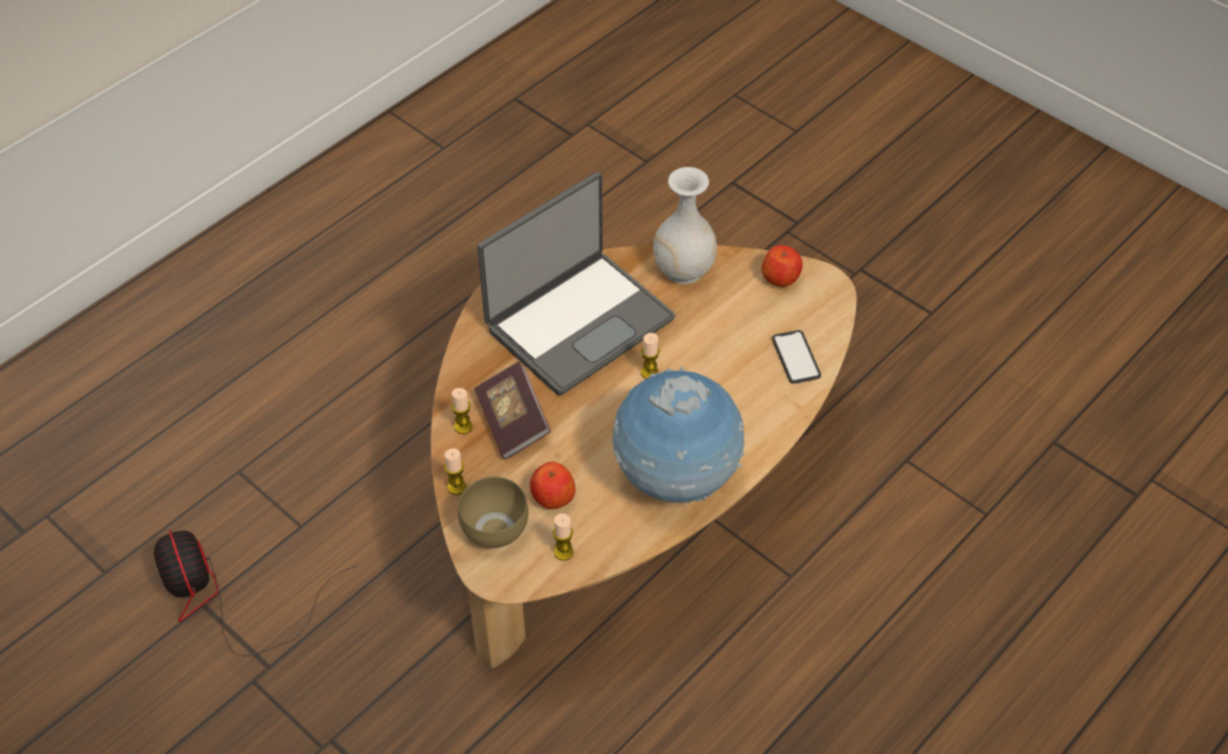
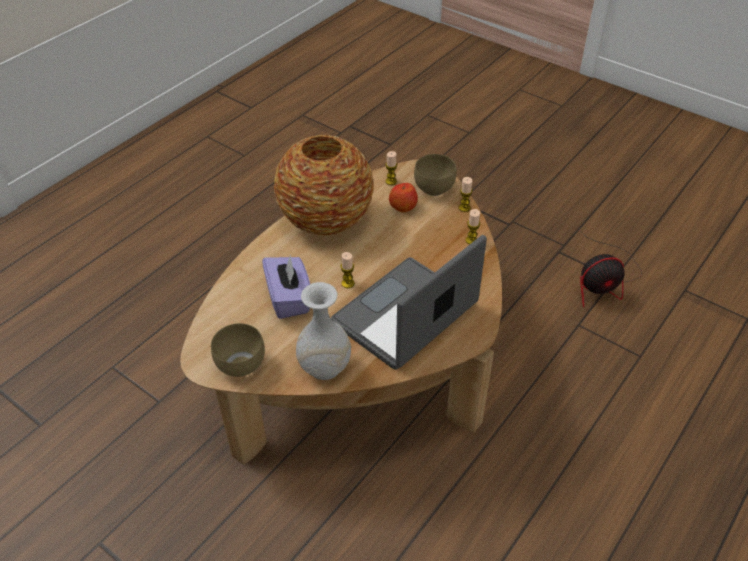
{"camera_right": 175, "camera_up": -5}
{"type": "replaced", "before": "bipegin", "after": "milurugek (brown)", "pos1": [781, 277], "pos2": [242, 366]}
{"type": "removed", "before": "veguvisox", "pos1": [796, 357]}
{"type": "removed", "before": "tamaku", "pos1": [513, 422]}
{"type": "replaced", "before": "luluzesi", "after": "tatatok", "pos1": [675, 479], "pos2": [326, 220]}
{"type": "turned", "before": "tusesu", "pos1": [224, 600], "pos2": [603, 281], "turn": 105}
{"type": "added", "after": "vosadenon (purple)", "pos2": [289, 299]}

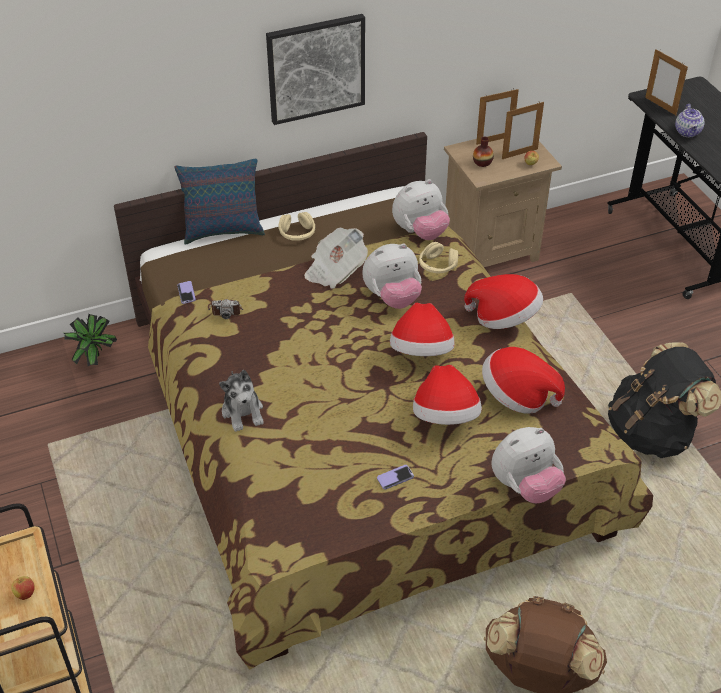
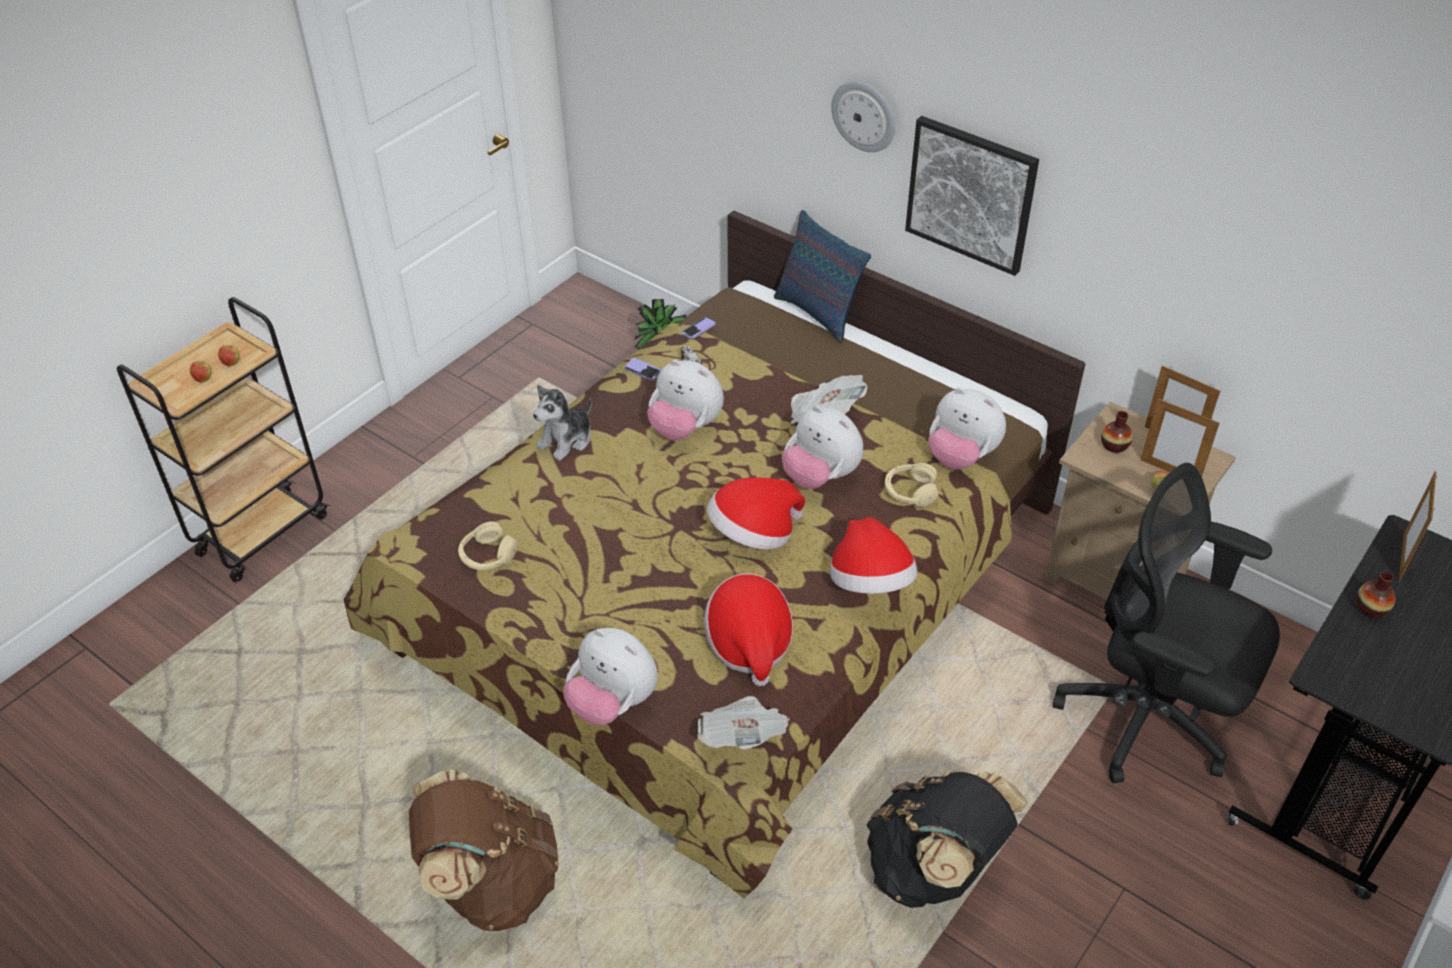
{"camera_right": 60, "camera_up": 0}
{"type": "replaced", "before": "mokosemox", "after": "tatatok", "pos1": [688, 132], "pos2": [1370, 608]}
{"type": "moved", "before": "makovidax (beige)", "pos1": [297, 233], "pos2": [487, 556]}
{"type": "removed", "before": "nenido", "pos1": [445, 417]}
{"type": "moved", "before": "veguvisox", "pos1": [395, 478], "pos2": [642, 370]}
{"type": "added", "after": "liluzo", "pos2": [864, 115]}
{"type": "added", "after": "bipegin", "pos2": [231, 363]}
{"type": "added", "after": "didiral", "pos2": [685, 428]}
{"type": "added", "after": "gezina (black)", "pos2": [1156, 718]}
{"type": "added", "after": "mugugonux", "pos2": [742, 737]}

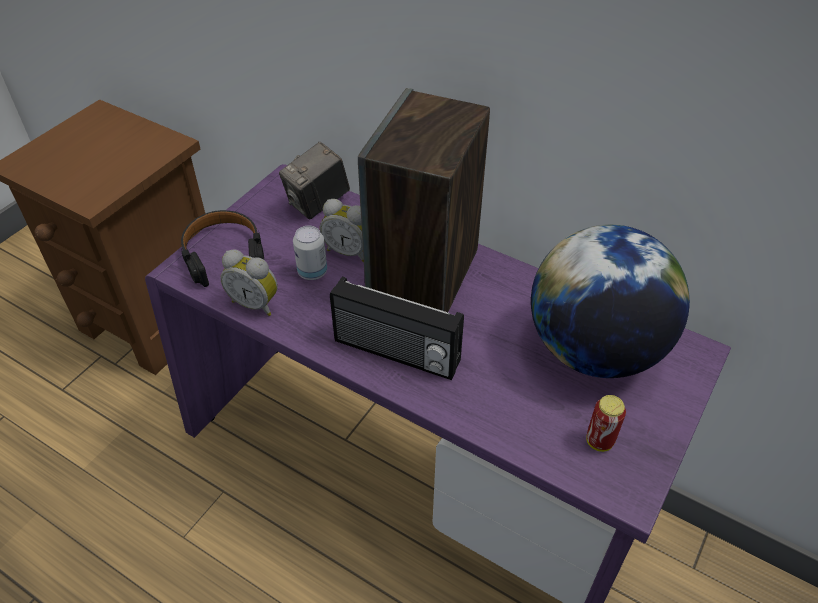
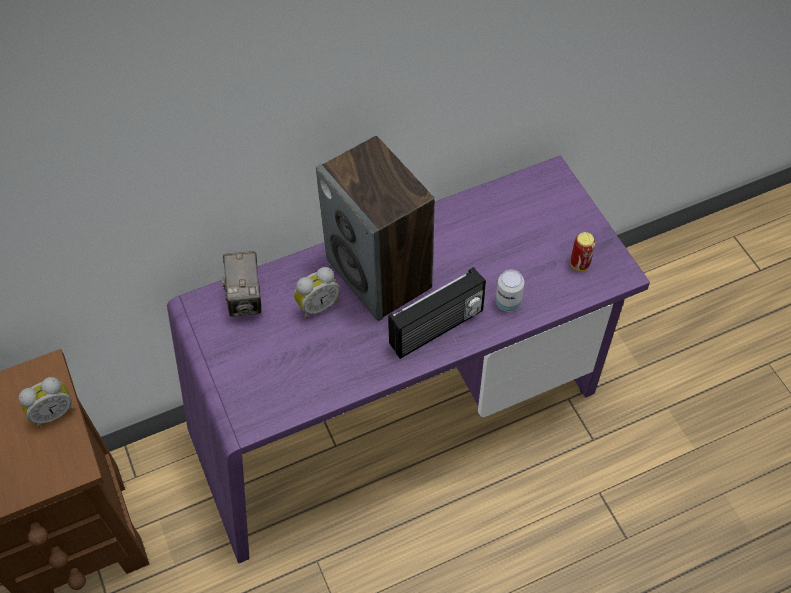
{"camera_right": -55, "camera_up": 10}
{"type": "removed", "before": "makovidax (black)", "pos1": [223, 254]}
{"type": "moved", "before": "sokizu", "pos1": [312, 272], "pos2": [508, 302]}
{"type": "removed", "before": "luluzesi", "pos1": [594, 349]}
{"type": "moved", "before": "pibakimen", "pos1": [256, 303], "pos2": [53, 412]}

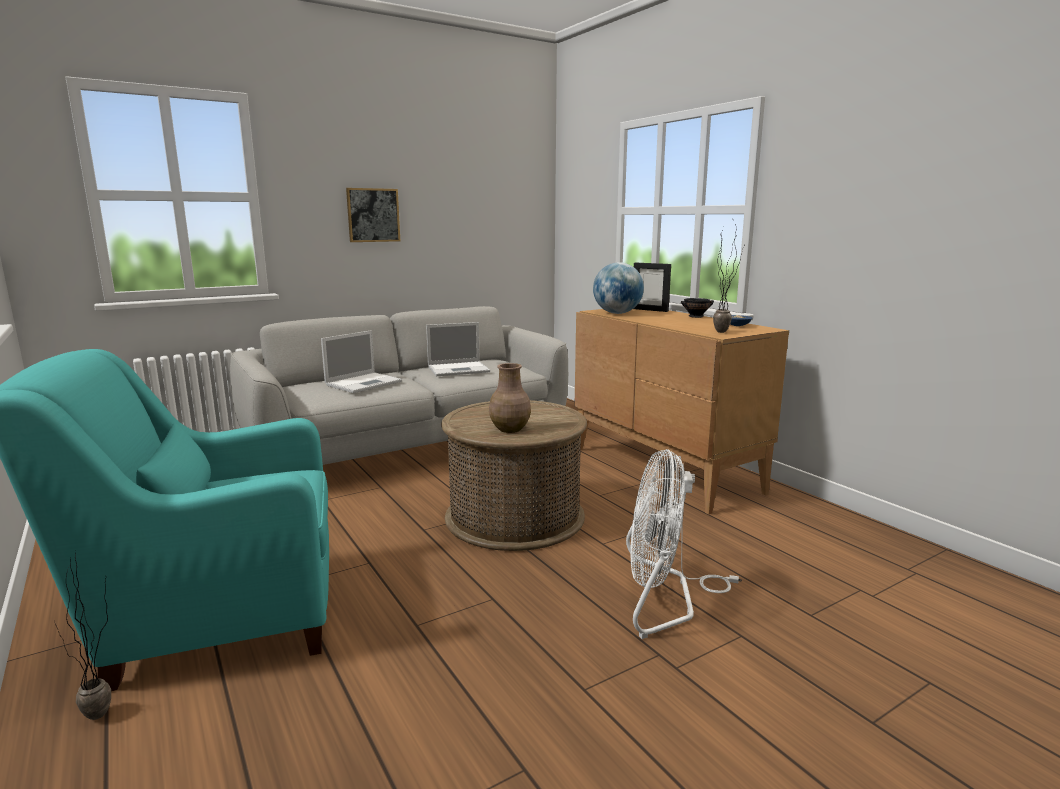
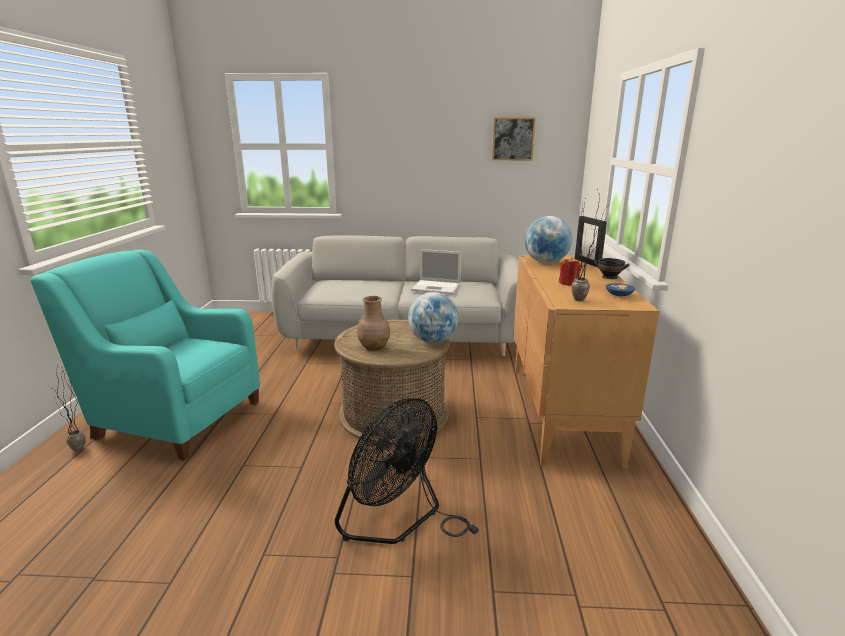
{"camera_right": 35, "camera_up": 5}
{"type": "moved", "before": "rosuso", "pos1": [373, 215], "pos2": [513, 139]}
{"type": "removed", "before": "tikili", "pos1": [364, 383]}
{"type": "recoloured", "before": "tusesu (white)", "after": "tusesu (black)", "pos1": [666, 593], "pos2": [408, 515]}
{"type": "added", "after": "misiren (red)", "pos2": [568, 283]}
{"type": "added", "after": "luluzesi", "pos2": [433, 340]}

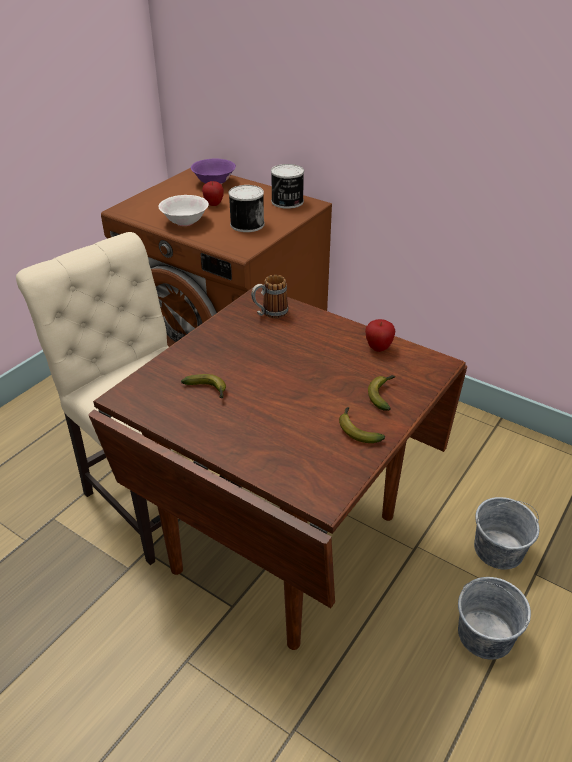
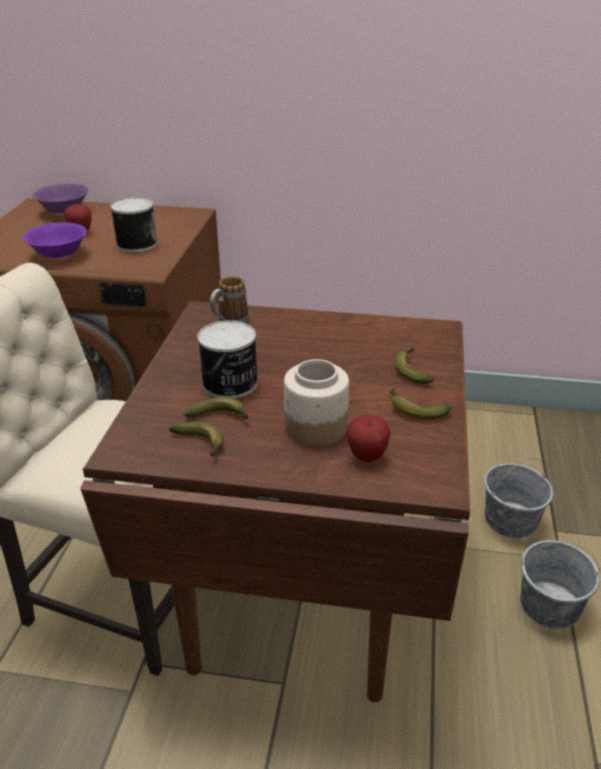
{"camera_right": -25, "camera_up": -5}
{"type": "moved", "before": "sokizu", "pos1": [287, 202], "pos2": [230, 384]}
{"type": "recoloured", "before": "milurugek (white)", "after": "milurugek (purple)", "pos1": [185, 222], "pos2": [58, 255]}
{"type": "moved", "before": "bipegin", "pos1": [378, 348], "pos2": [367, 456]}
{"type": "added", "after": "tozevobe", "pos2": [315, 428]}
{"type": "added", "after": "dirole", "pos2": [201, 444]}

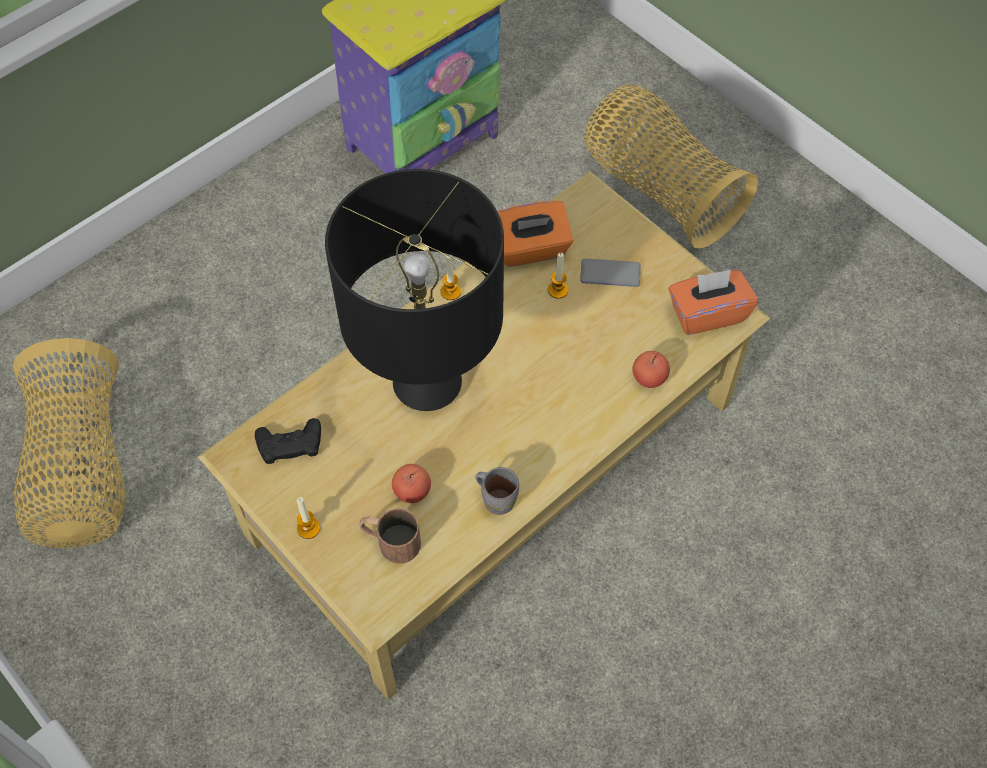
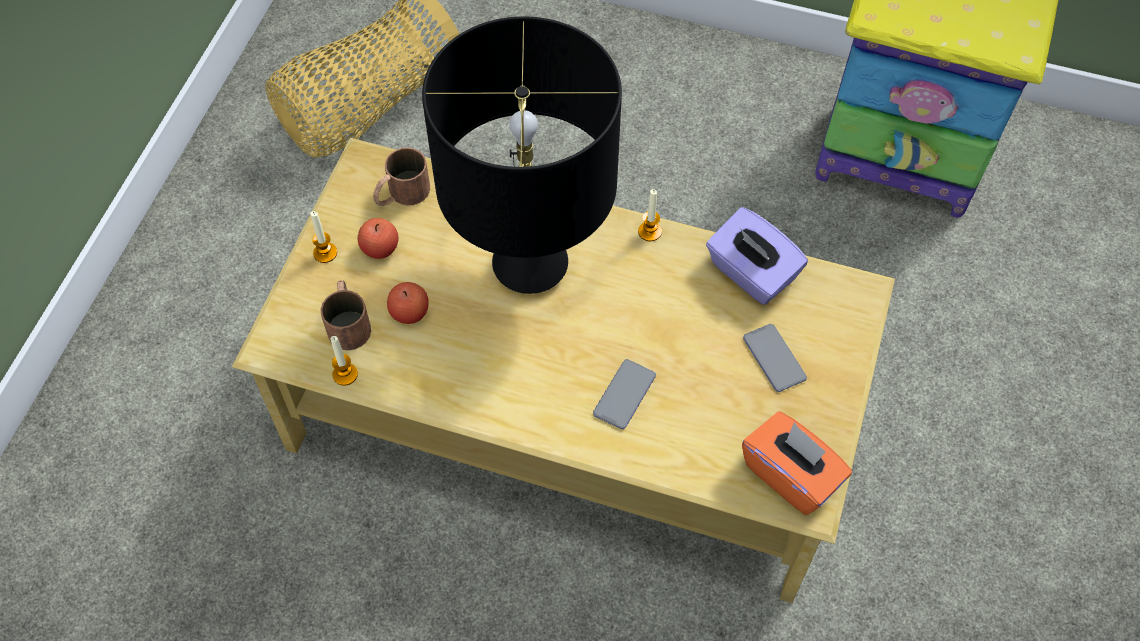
{"camera_right": 60, "camera_up": 0}
{"type": "removed", "before": "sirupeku", "pos1": [660, 190]}
{"type": "recoloured", "before": "vosadenon (orange)", "after": "vosadenon (purple)", "pos1": [531, 249], "pos2": [751, 273]}
{"type": "moved", "before": "misiren", "pos1": [558, 290], "pos2": [345, 374]}
{"type": "moved", "before": "bipegin", "pos1": [649, 378], "pos2": [380, 248]}
{"type": "replaced", "before": "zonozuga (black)", "after": "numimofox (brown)", "pos1": [290, 444], "pos2": [401, 194]}
{"type": "removed", "before": "numimofox (grey)", "pos1": [498, 499]}
{"type": "added", "after": "veguvisox", "pos2": [624, 395]}

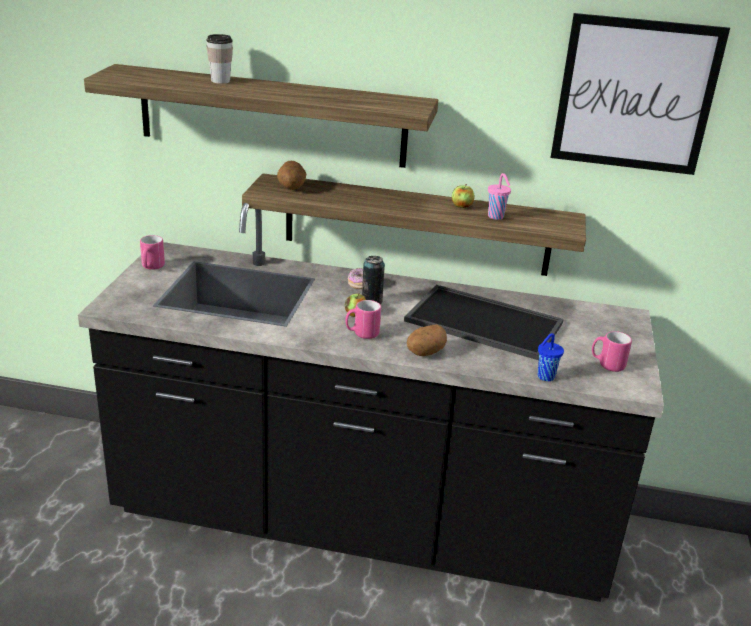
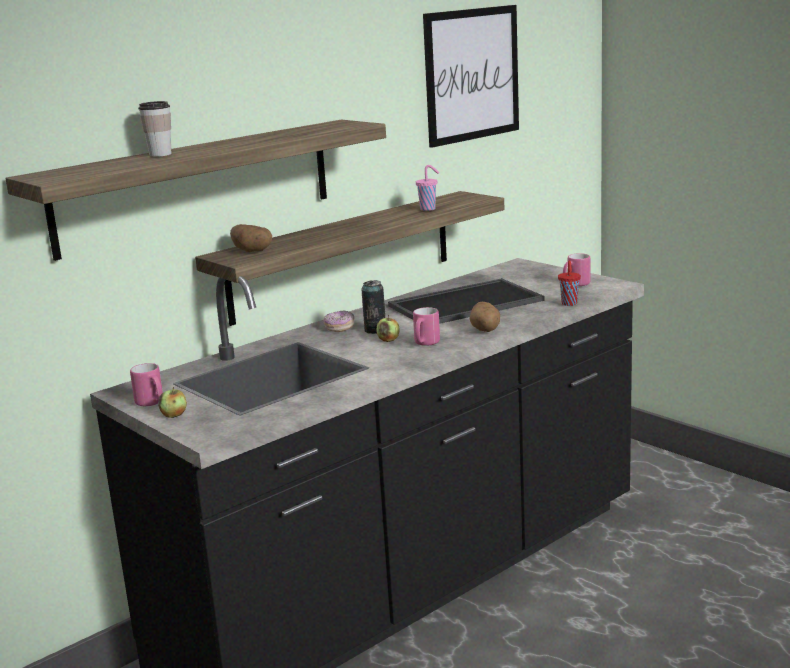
{"camera_right": -50, "camera_up": -10}
{"type": "moved", "before": "bipegin", "pos1": [461, 206], "pos2": [174, 415]}
{"type": "recoloured", "before": "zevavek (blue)", "after": "zevavek (red)", "pos1": [545, 377], "pos2": [569, 304]}

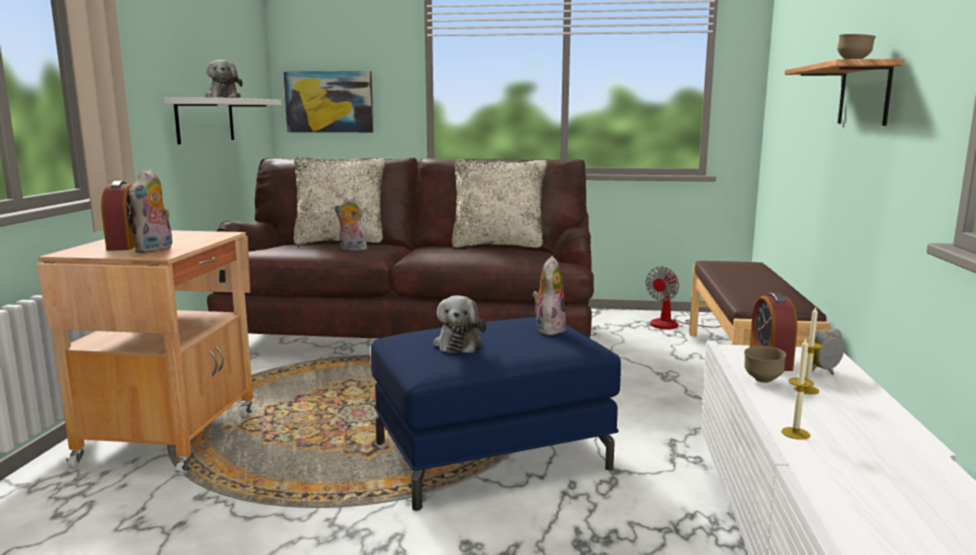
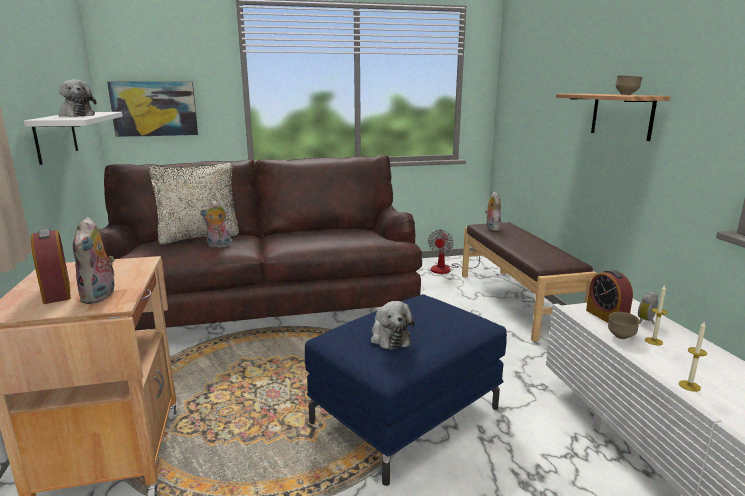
{"camera_right": -20, "camera_up": 5}
{"type": "removed", "before": "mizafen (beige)", "pos1": [499, 247]}
{"type": "moved", "before": "didiral", "pos1": [548, 329], "pos2": [491, 228]}

